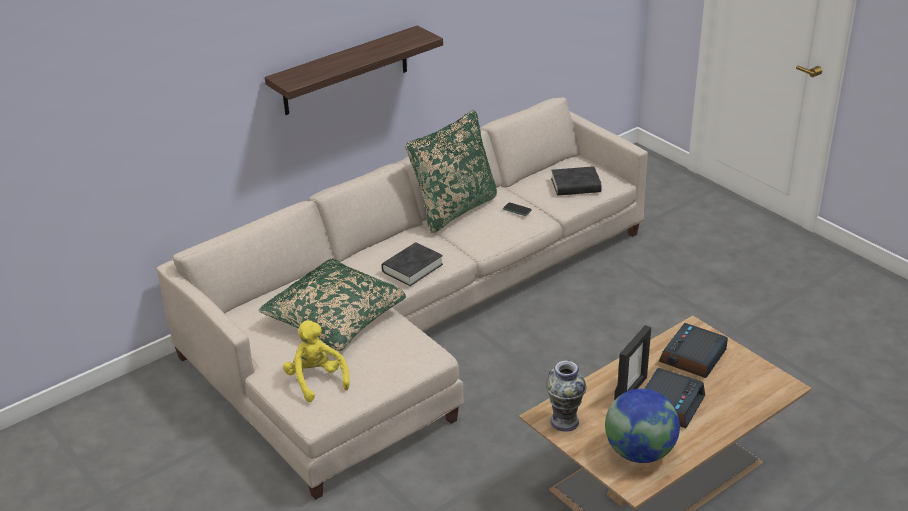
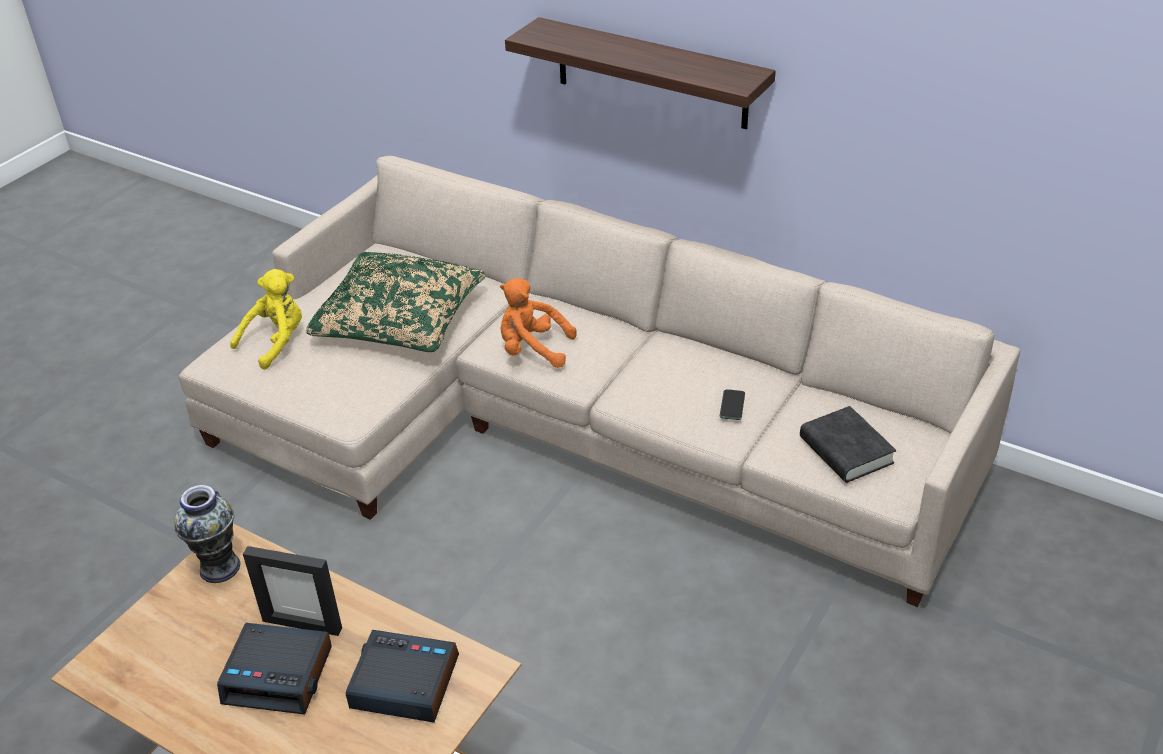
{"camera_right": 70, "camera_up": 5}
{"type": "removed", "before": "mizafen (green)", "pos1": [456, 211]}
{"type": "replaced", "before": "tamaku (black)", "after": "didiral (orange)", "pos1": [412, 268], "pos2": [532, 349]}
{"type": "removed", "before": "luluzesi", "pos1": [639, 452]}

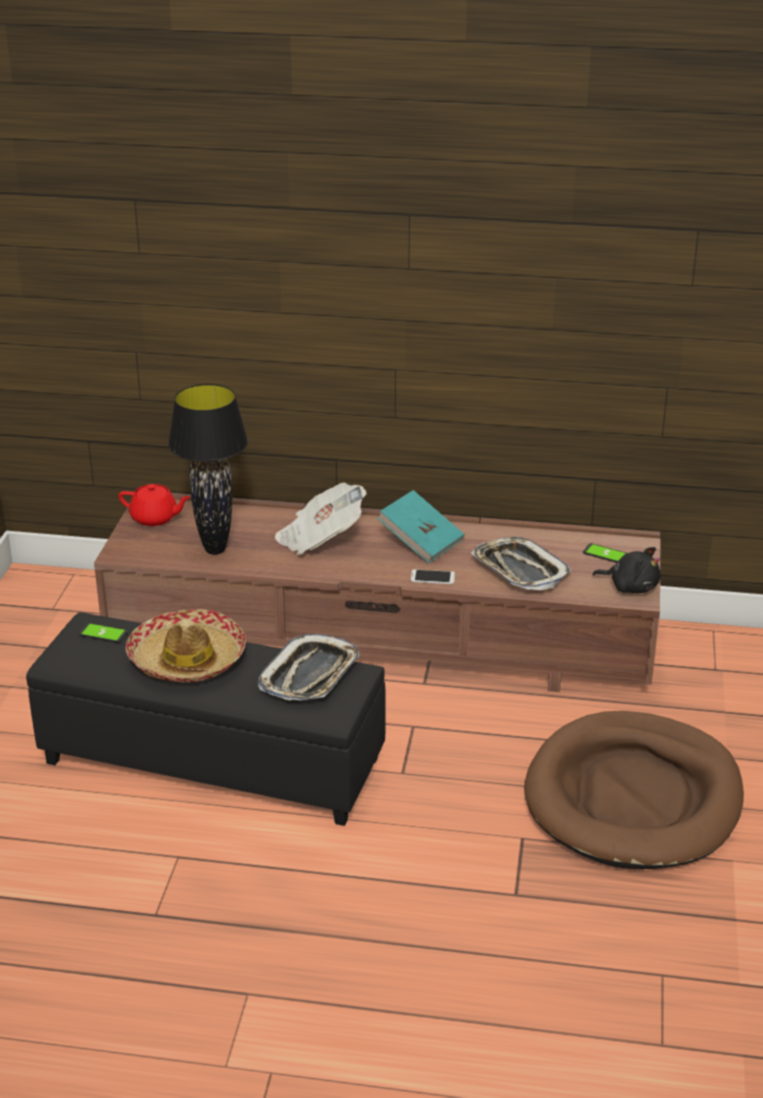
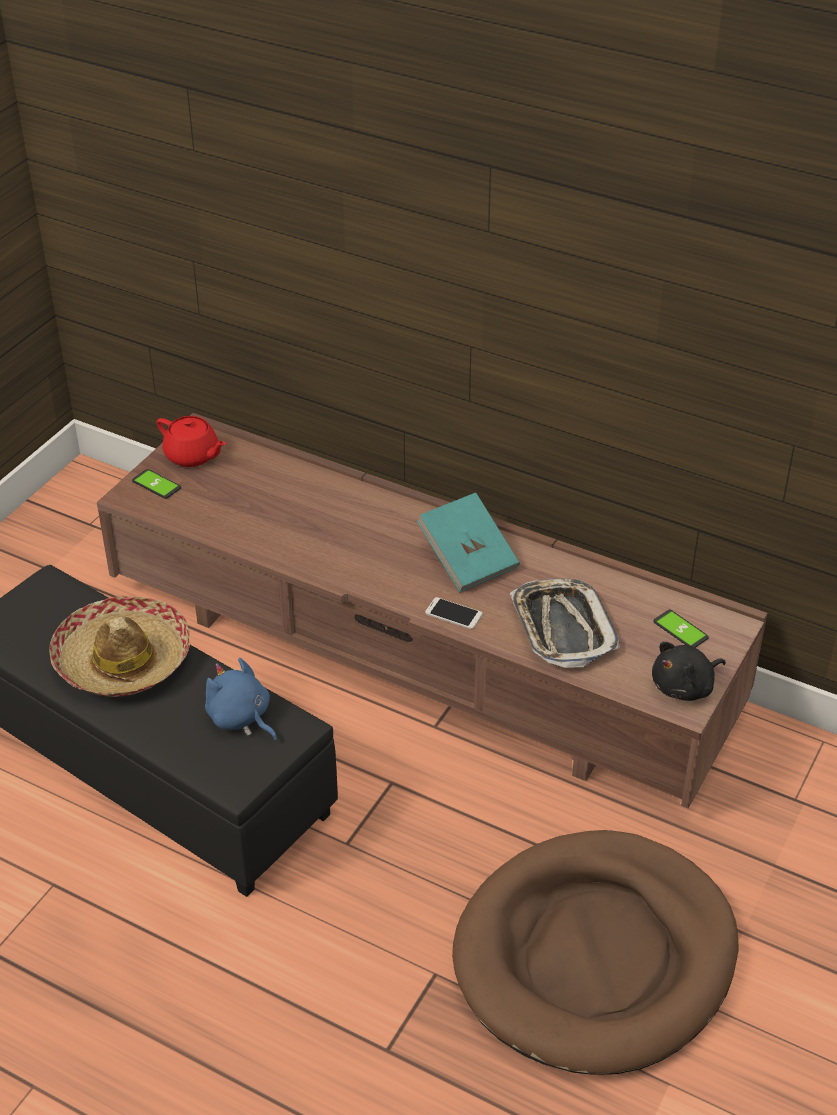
{"camera_right": 20, "camera_up": 10}
{"type": "removed", "before": "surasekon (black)", "pos1": [214, 550]}
{"type": "removed", "before": "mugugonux", "pos1": [320, 539]}
{"type": "turned", "before": "didiral (black)", "pos1": [631, 587], "pos2": [685, 687], "turn": 105}
{"type": "moved", "before": "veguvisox", "pos1": [103, 634], "pos2": [156, 485]}
{"type": "replaced", "before": "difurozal", "after": "didiral (blue)", "pos1": [310, 676], "pos2": [241, 718]}

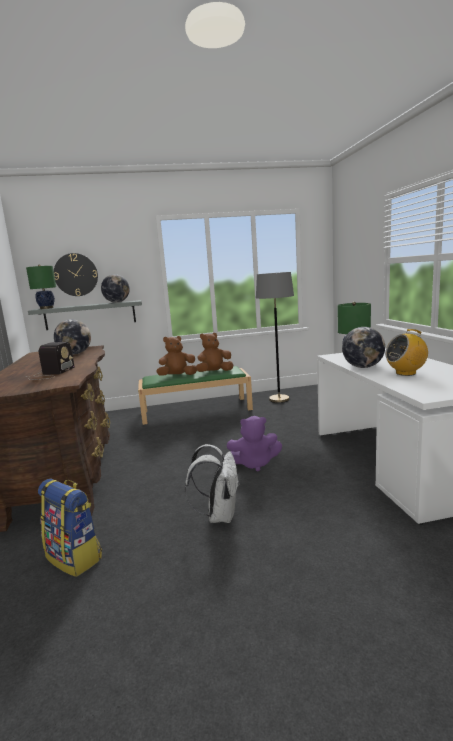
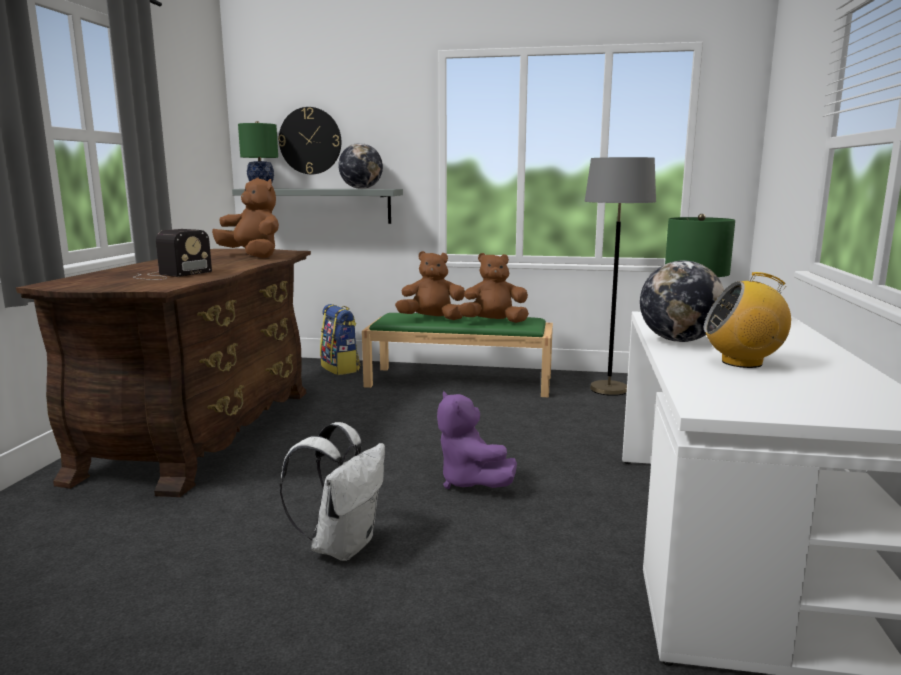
{"camera_right": 20, "camera_up": 0}
{"type": "replaced", "before": "luluzesi", "after": "didiral (brown)", "pos1": [75, 354], "pos2": [253, 256]}
{"type": "turned", "before": "didiral (purple)", "pos1": [254, 464], "pos2": [470, 482], "turn": 45}
{"type": "moved", "before": "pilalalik", "pos1": [75, 558], "pos2": [341, 368]}

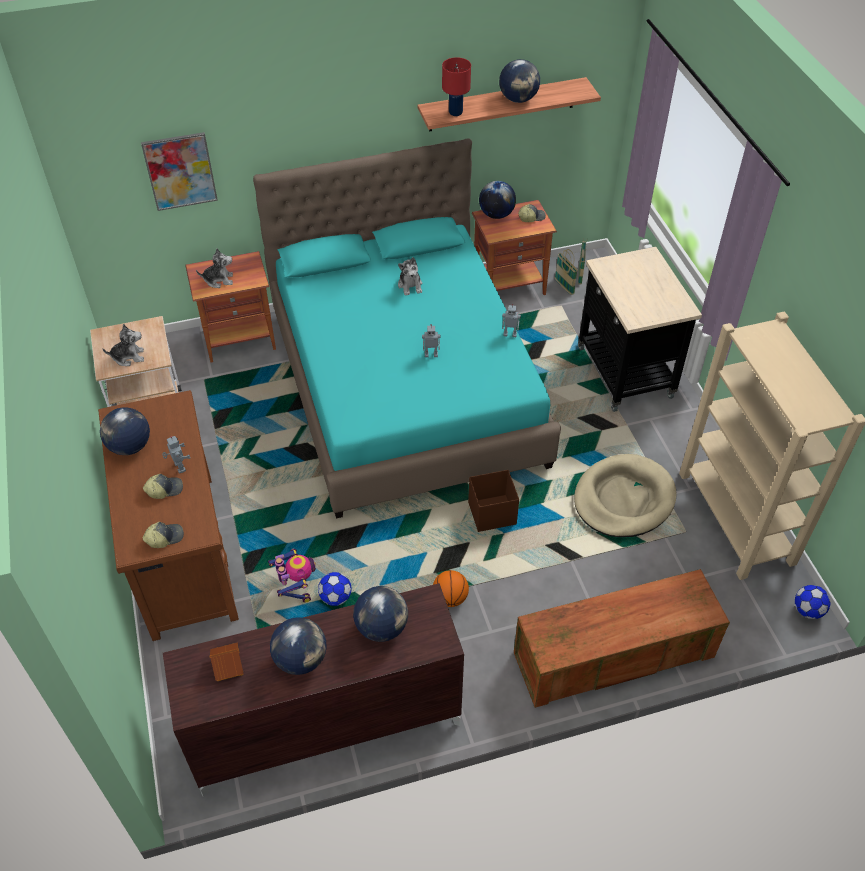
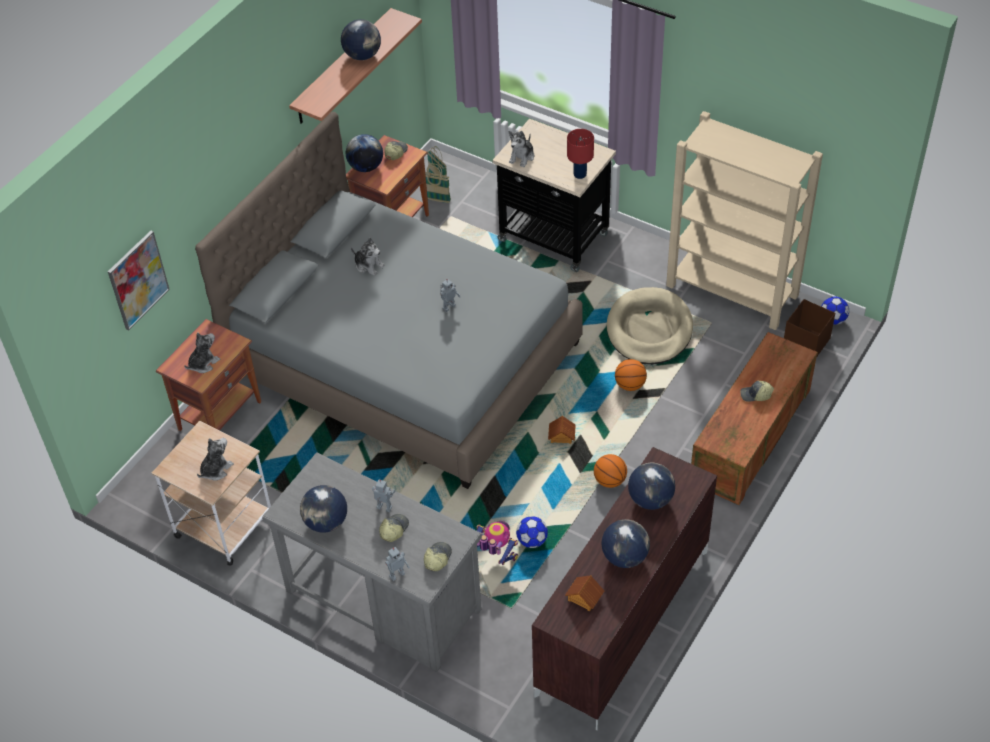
{"camera_right": -40, "camera_up": 0}
{"type": "moved", "before": "surasekon (red)", "pos1": [454, 113], "pos2": [579, 175]}
{"type": "recoloured", "before": "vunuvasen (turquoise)", "after": "vunuvasen (grey)", "pos1": [406, 387], "pos2": [404, 358]}
{"type": "moved", "before": "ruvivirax", "pos1": [510, 334], "pos2": [396, 574]}
{"type": "recoloured", "before": "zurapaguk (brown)", "after": "zurapaguk (grey)", "pos1": [182, 554], "pos2": [382, 600]}
{"type": "moved", "before": "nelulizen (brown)", "pos1": [491, 513], "pos2": [805, 343]}
{"type": "added", "after": "didiral", "pos2": [522, 157]}
{"type": "added", "after": "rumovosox", "pos2": [630, 385]}
{"type": "added", "after": "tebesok", "pos2": [755, 395]}
{"type": "added", "after": "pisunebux", "pos2": [561, 436]}

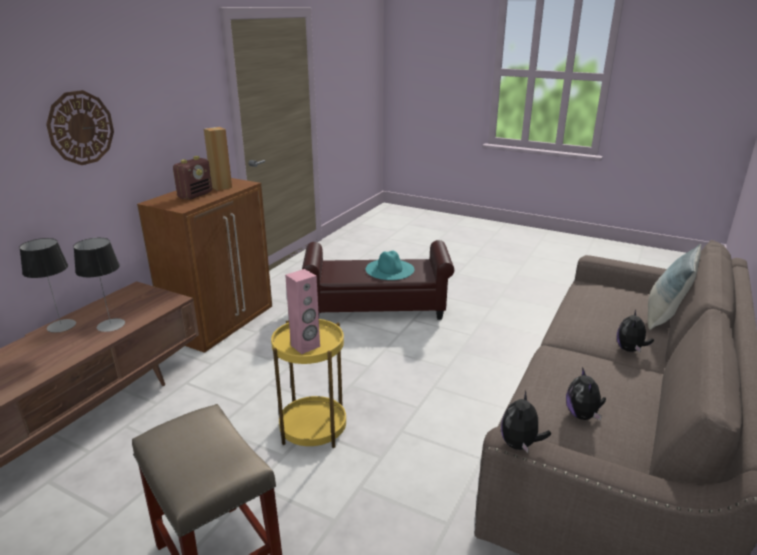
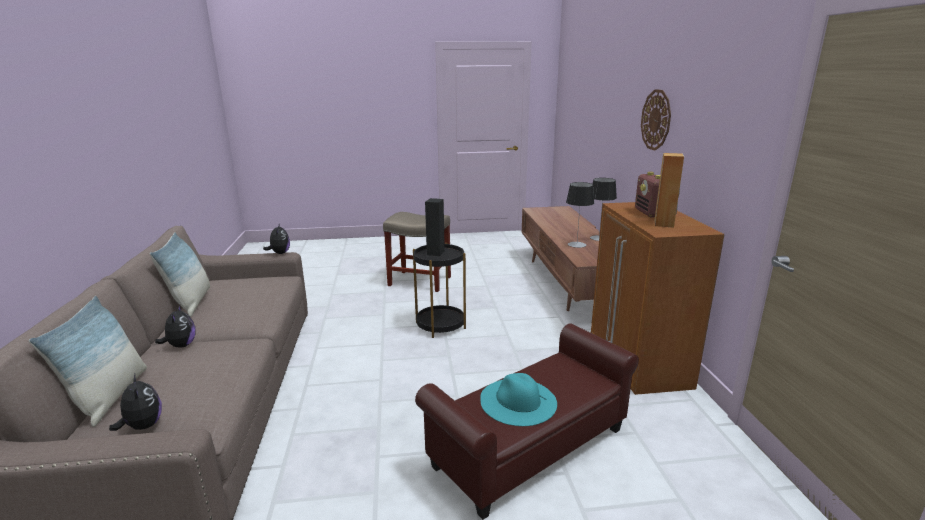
{"camera_right": 145, "camera_up": -5}
{"type": "recoloured", "before": "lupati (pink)", "after": "lupati (black)", "pos1": [305, 346], "pos2": [435, 253]}
{"type": "recoloured", "before": "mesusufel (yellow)", "after": "mesusufel (black)", "pos1": [313, 428], "pos2": [440, 325]}
{"type": "moved", "before": "didiral", "pos1": [582, 415], "pos2": [143, 426]}
{"type": "added", "after": "mizafen", "pos2": [191, 302]}

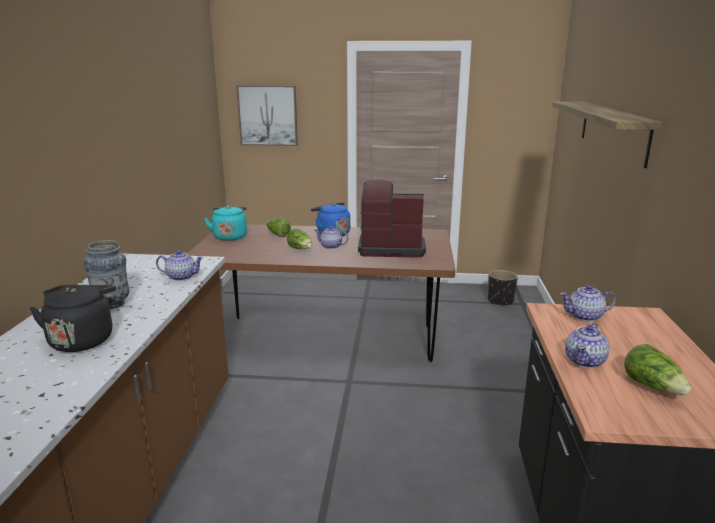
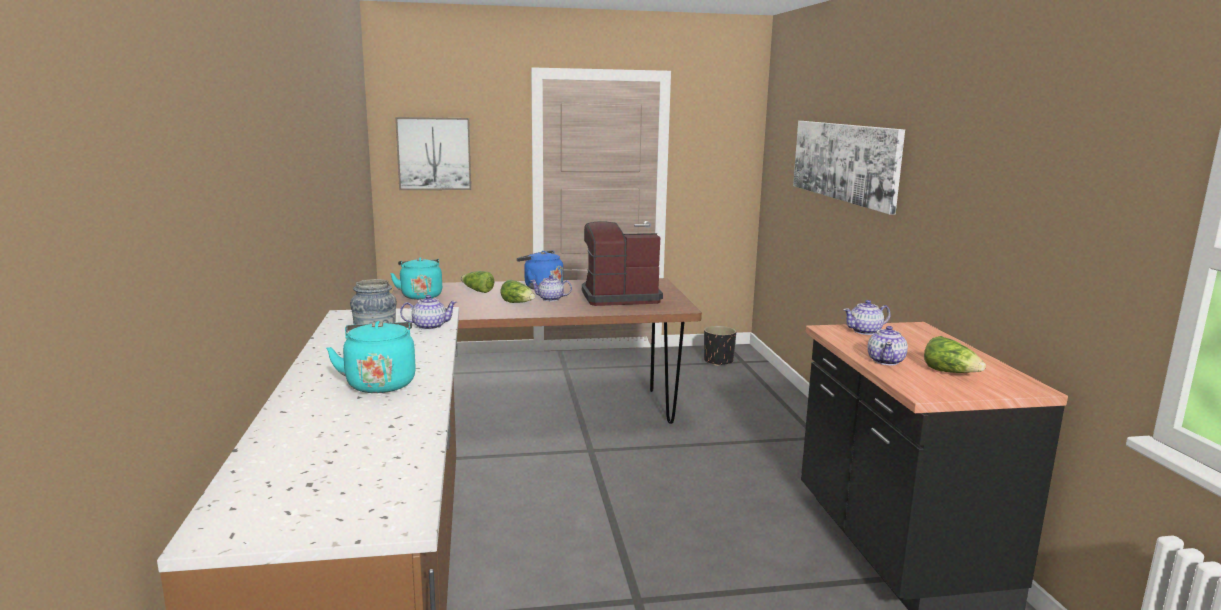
{"camera_right": -15, "camera_up": -5}
{"type": "replaced", "before": "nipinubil", "after": "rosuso", "pos1": [612, 130], "pos2": [843, 161]}
{"type": "recoloured", "before": "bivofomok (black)", "after": "bivofomok (turquoise)", "pos1": [82, 339], "pos2": [380, 383]}

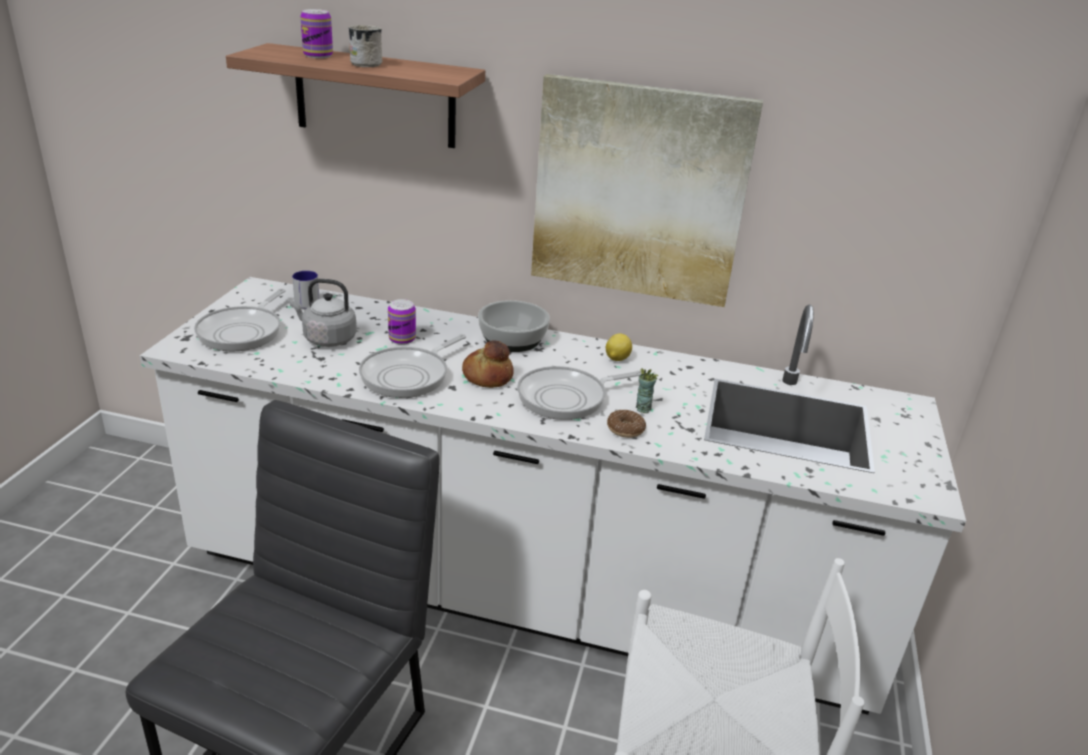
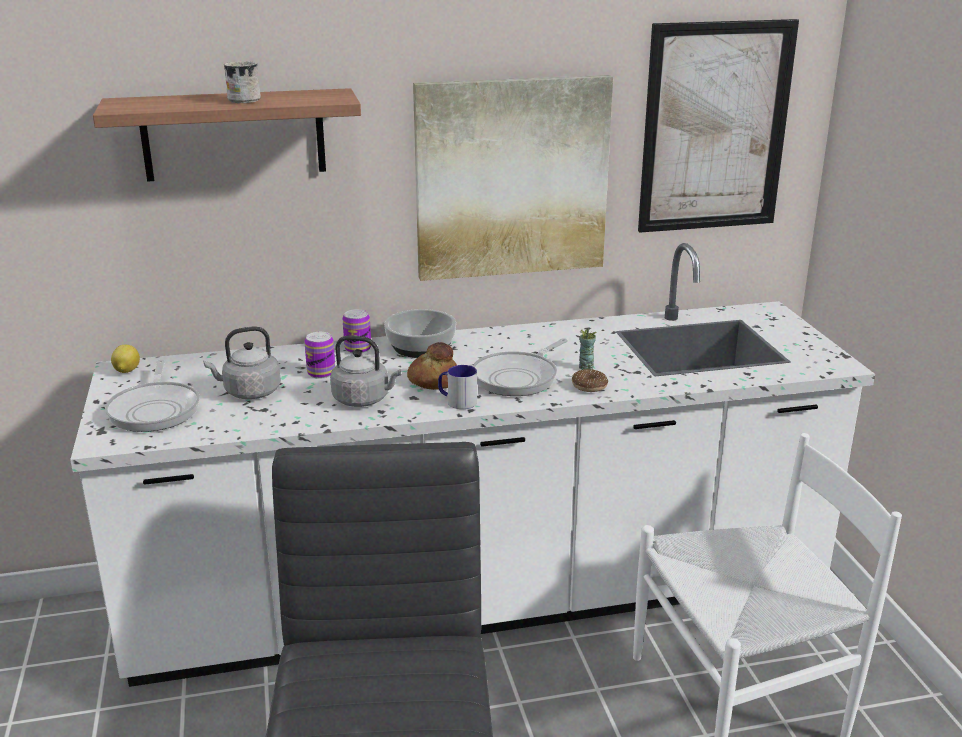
{"camera_right": -25, "camera_up": -5}
{"type": "moved", "before": "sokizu", "pos1": [318, 55], "pos2": [357, 349]}
{"type": "moved", "before": "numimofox", "pos1": [305, 301], "pos2": [457, 401]}
{"type": "moved", "before": "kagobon", "pos1": [616, 359], "pos2": [126, 371]}
{"type": "replaced", "before": "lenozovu", "after": "bivofomok (grey)", "pos1": [408, 375], "pos2": [364, 399]}
{"type": "added", "after": "rosuso", "pos2": [715, 128]}

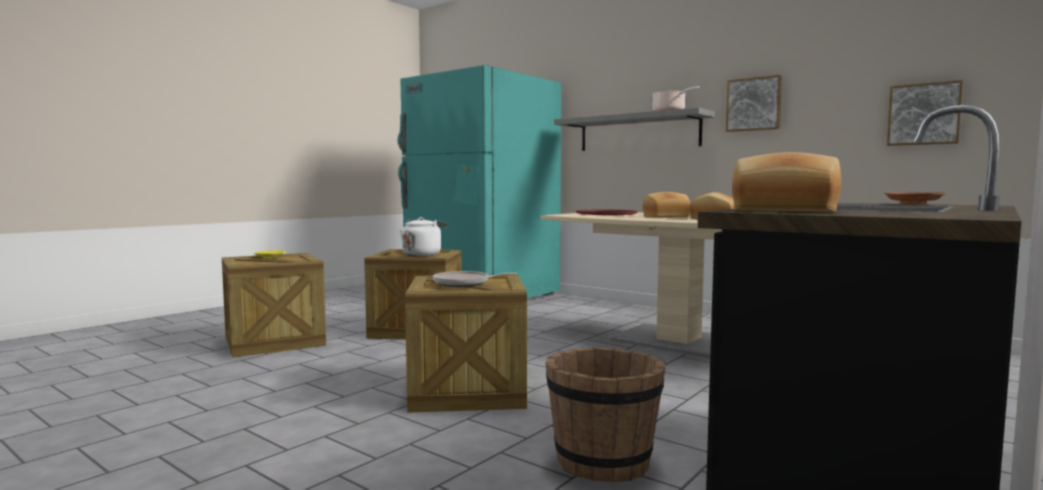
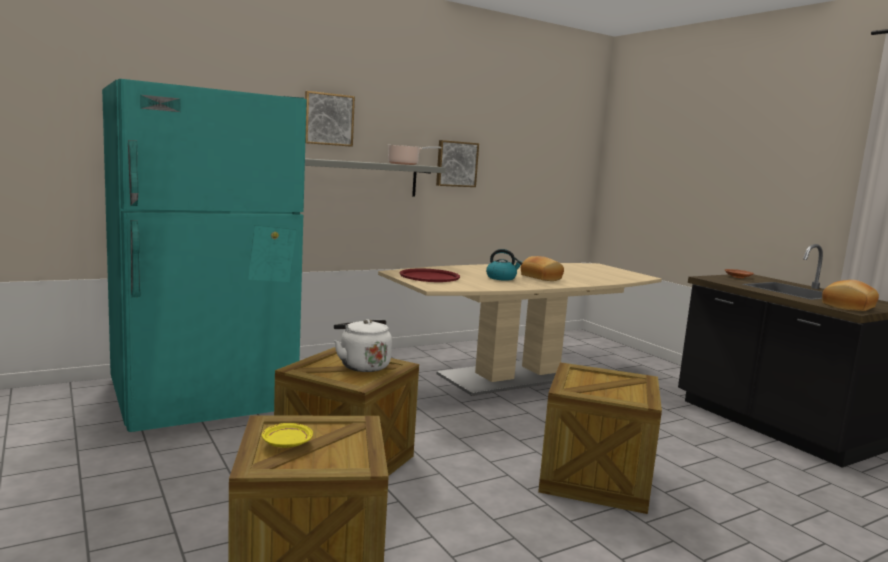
{"camera_right": -70, "camera_up": 5}
{"type": "moved", "before": "rosuso", "pos1": [924, 114], "pos2": [328, 119]}
{"type": "replaced", "before": "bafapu", "after": "bivofomok", "pos1": [665, 217], "pos2": [501, 278]}
{"type": "removed", "before": "lenozovu", "pos1": [464, 283]}
{"type": "removed", "before": "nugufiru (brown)", "pos1": [603, 461]}

